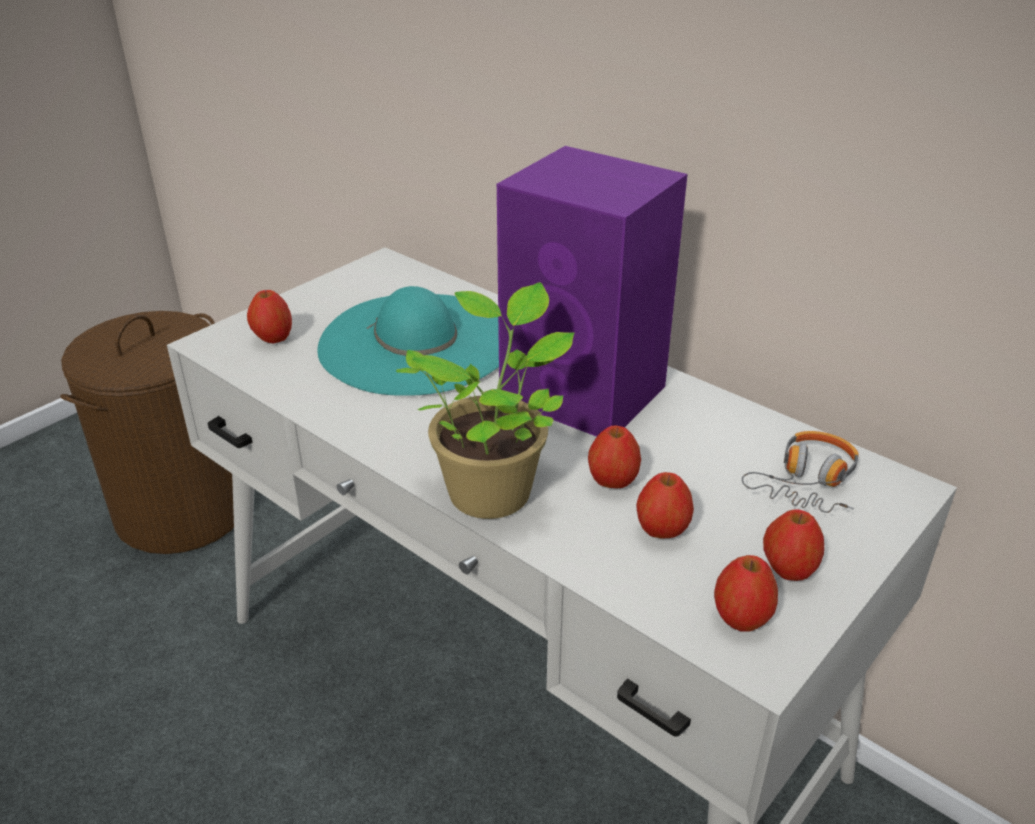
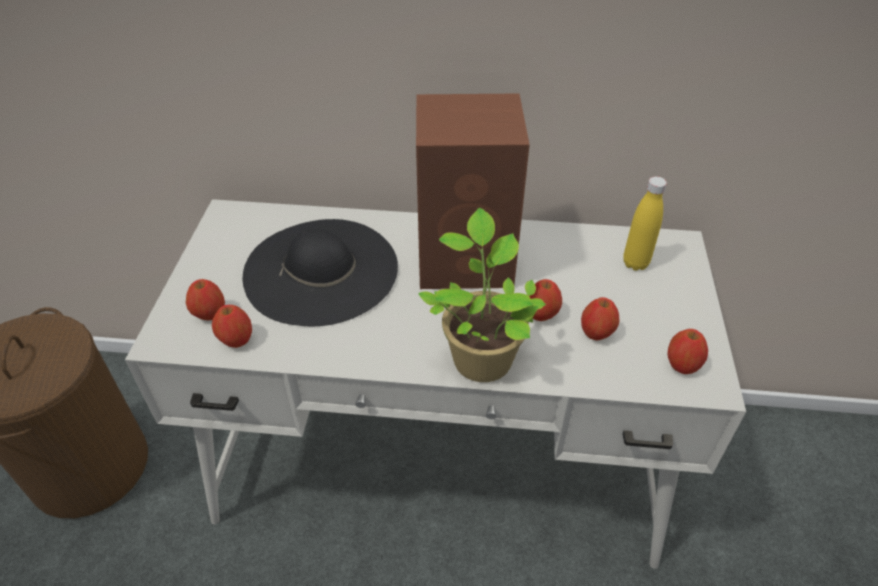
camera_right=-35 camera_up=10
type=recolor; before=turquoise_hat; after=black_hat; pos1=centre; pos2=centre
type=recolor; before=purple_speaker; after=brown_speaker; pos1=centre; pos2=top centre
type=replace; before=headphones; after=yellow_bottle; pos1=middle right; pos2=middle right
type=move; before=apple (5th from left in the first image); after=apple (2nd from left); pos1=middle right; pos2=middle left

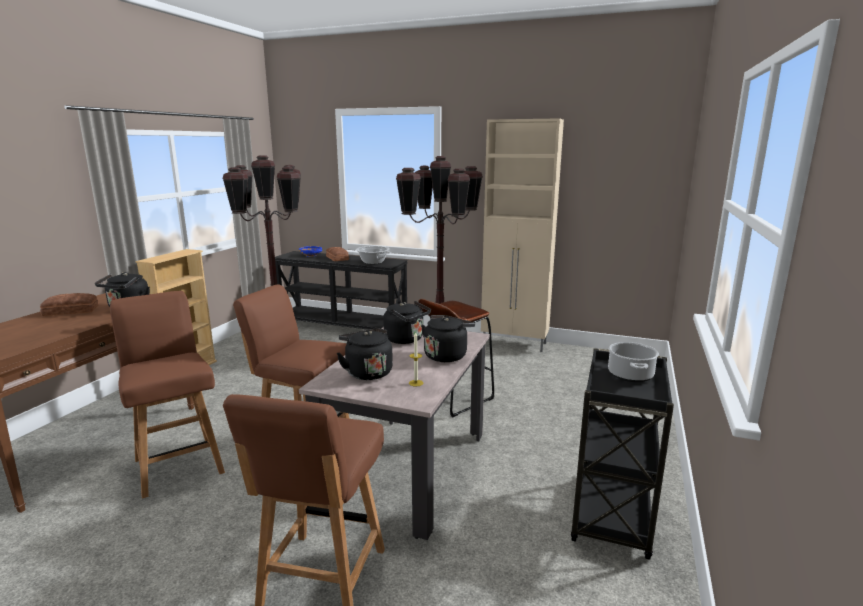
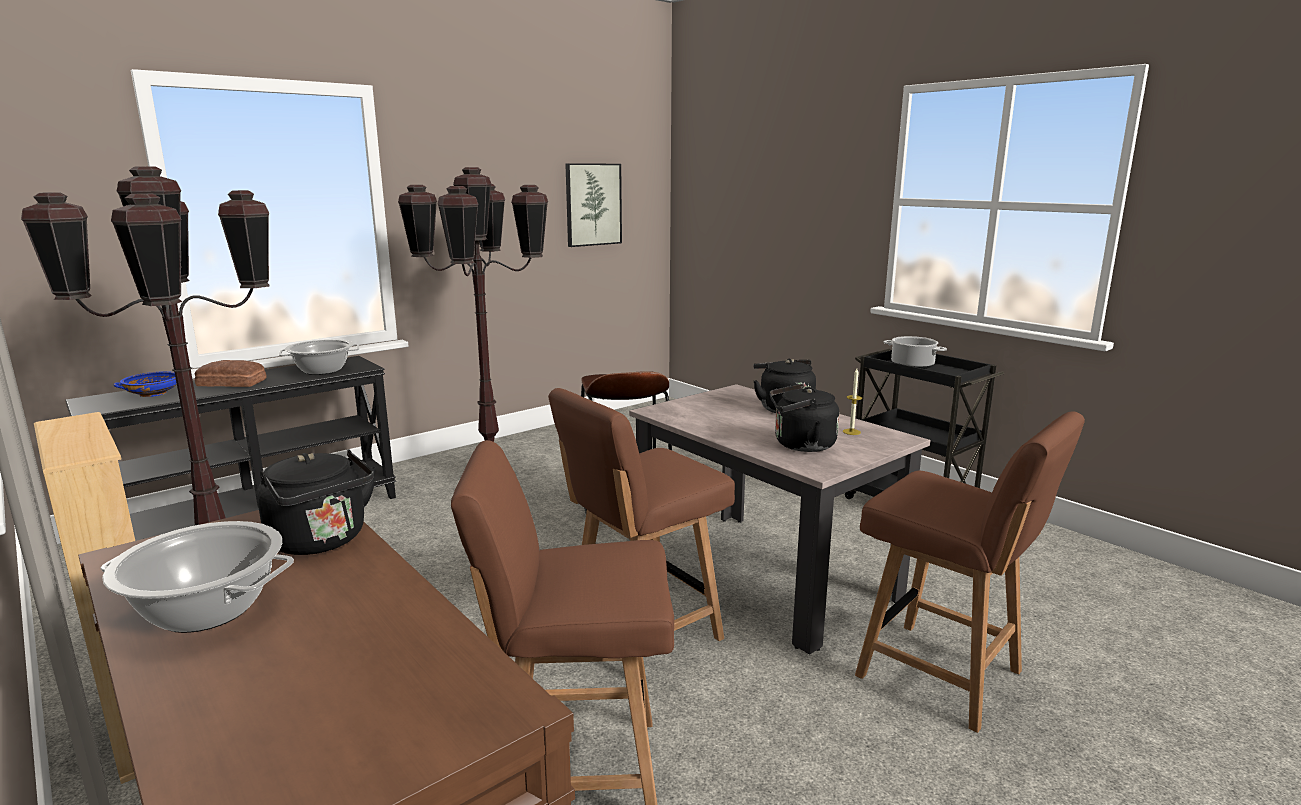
camera_right=-60 camera_up=0
type=replace; before=bread (1st from left); after=cooking_pot (1st from left); pos1=middle left; pos2=bottom left
type=delete; before=black_kettle (3rd from left); pos1=centre
type=delete; before=beige_cabinet; pos1=centre
type=insert; after=picture; pos2=top centre

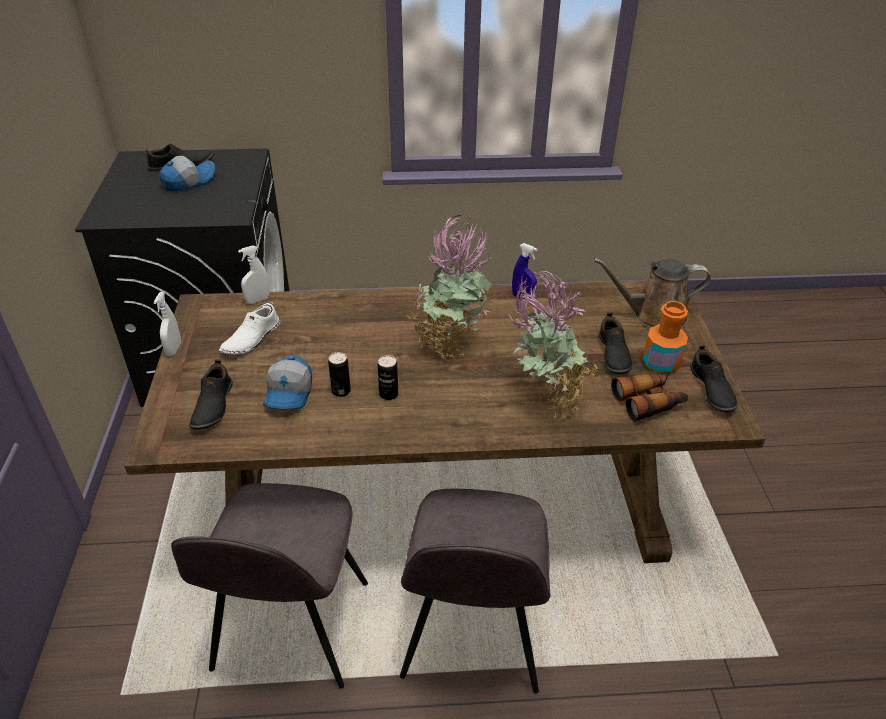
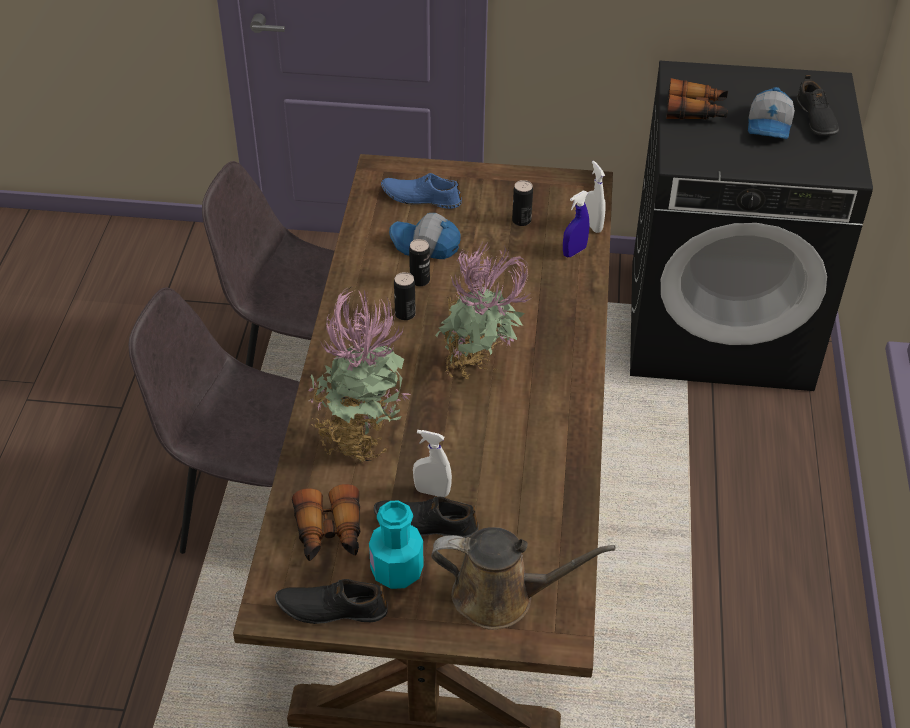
camera_right=100 camera_up=5
type=move; before=white_spray_bottle (1st from left); pos1=middle left; pos2=centre
type=rotate; before=cap (1st from left in the first image); pos1=top left; pos2=top right; turn=45
type=recolor; before=black_shoe (2nd from left); after=blue_shoe; pos1=middle left; pos2=top centre
type=replace; before=white_shoe; after=can (3rd from left); pos1=middle left; pos2=top centre
type=move; before=blue_spray_bottle; pos1=centre; pos2=top centre
type=rotate; before=brown_watering_can; pos1=middle right; pos2=bottom centre; turn=90
type=recolor; before=orange_bottle; after=turquoise_bottle; pos1=middle right; pos2=bottom centre
type=insert; after=binoculars (2nd from left); pos2=top right

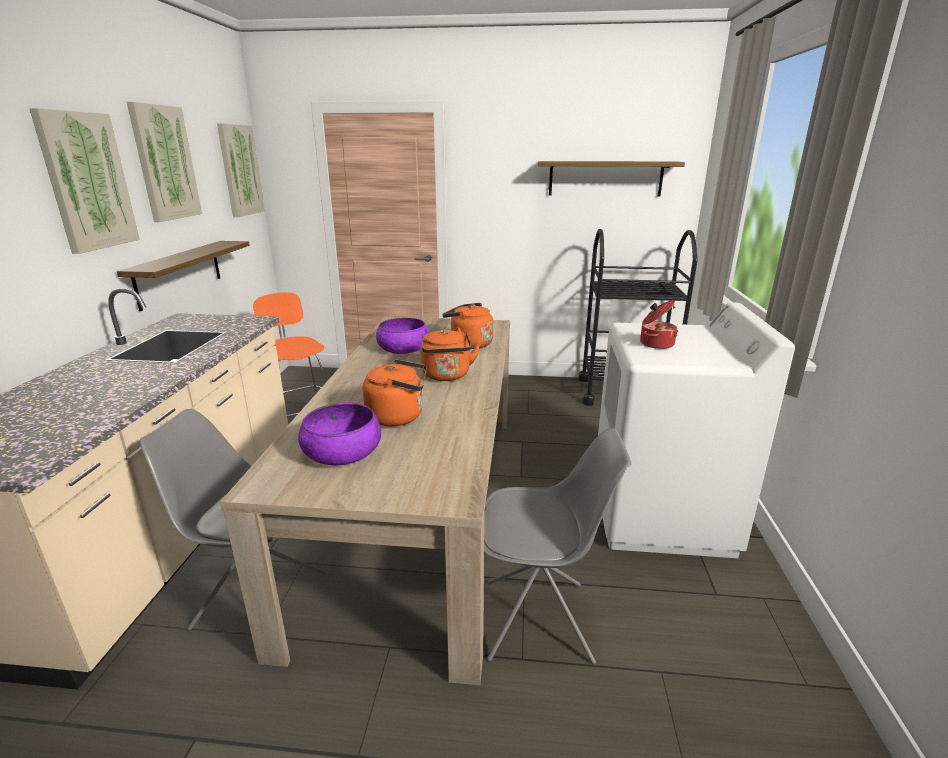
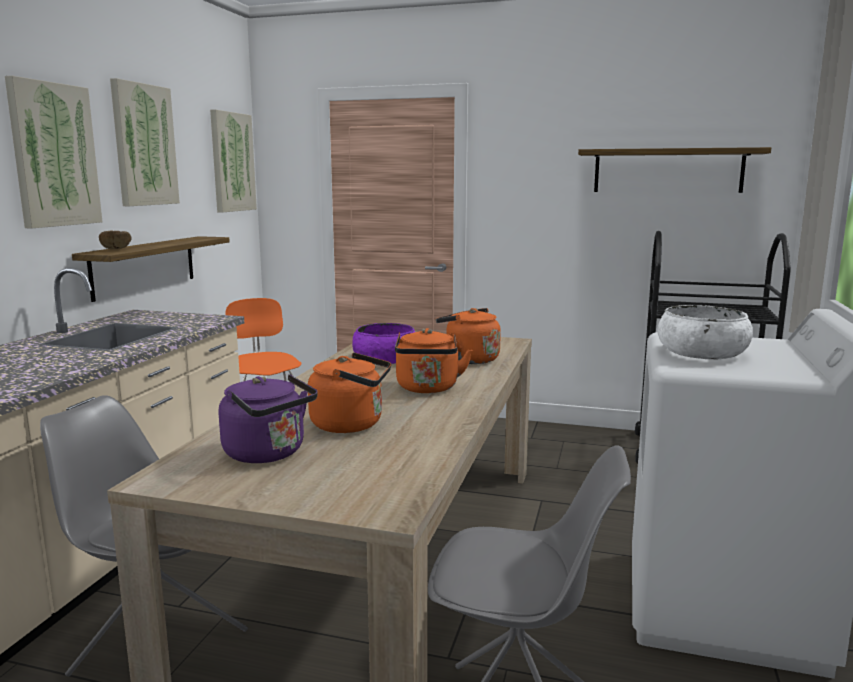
camera_right=10 camera_up=-10
type=replace; before=purple_bowl (1st from left); after=purple_kettle; pos1=centre; pos2=middle left
type=replace; before=cooking_pot; after=white_bowl; pos1=middle right; pos2=middle right
type=insert; after=brown_bowl; pos2=middle left

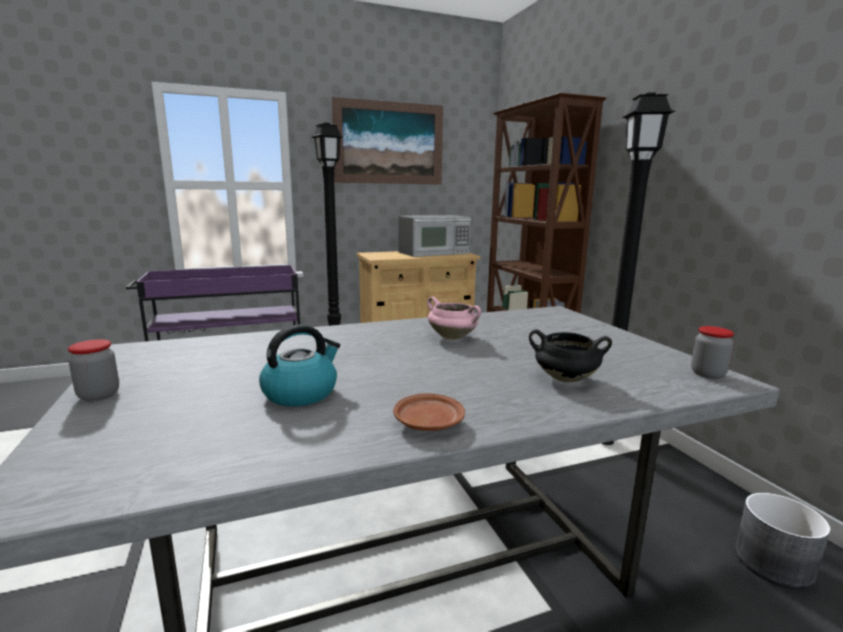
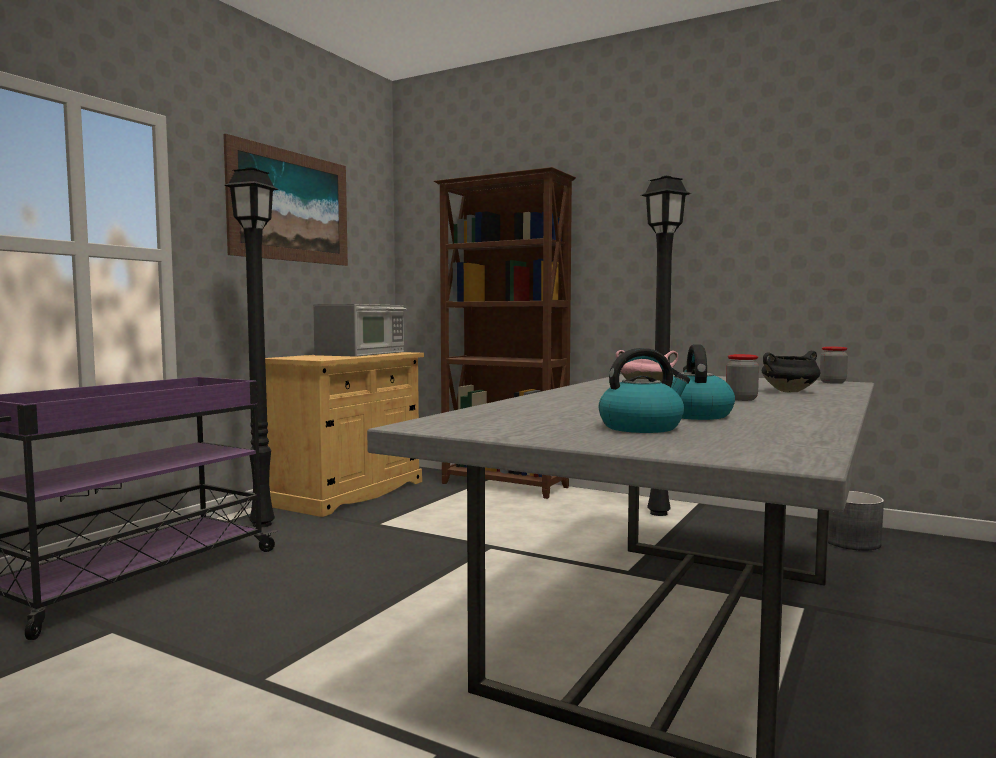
camera_right=-40 camera_up=-10
type=move; before=jar (1st from left); pos1=middle left; pos2=middle right
type=delete; before=brown_plate; pos1=centre
type=insert; after=kettle (1st from left); pos2=centre

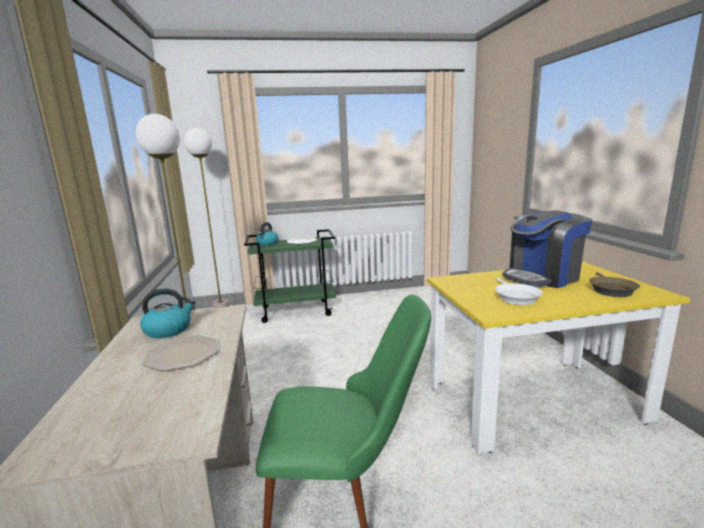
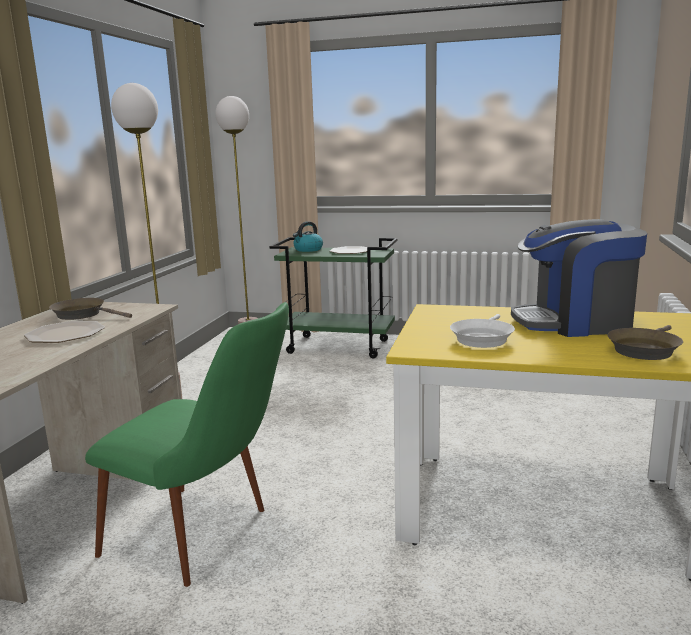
camera_right=25 camera_up=0
type=replace; before=kettle (1st from left); after=brown_frying_pan (1st from left); pos1=middle left; pos2=middle left

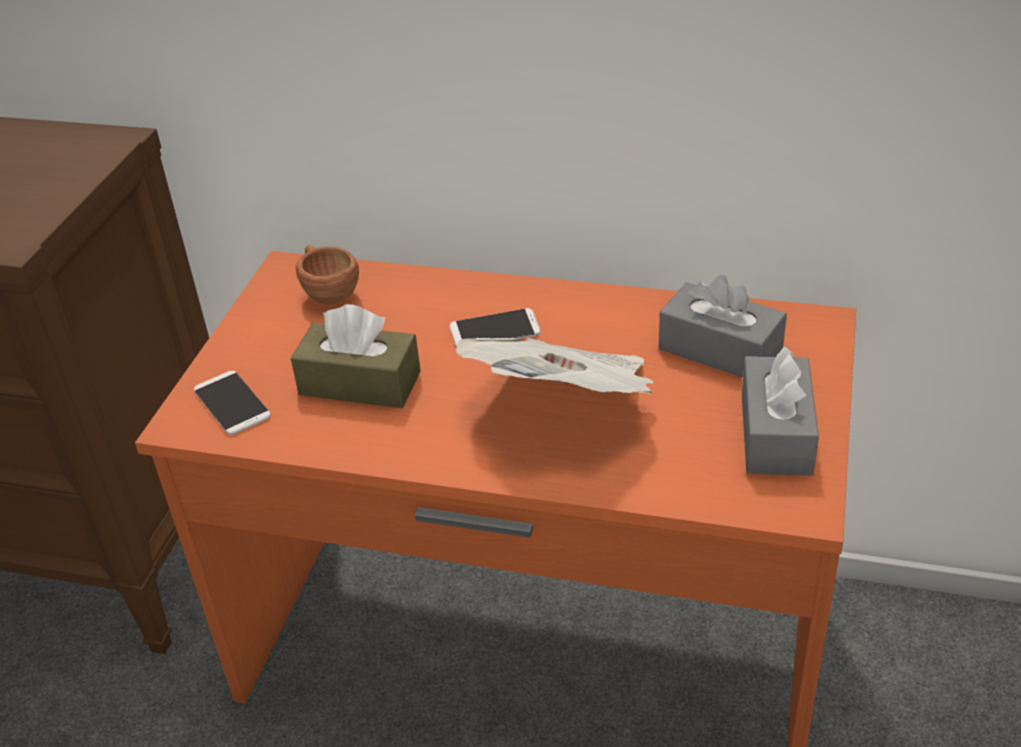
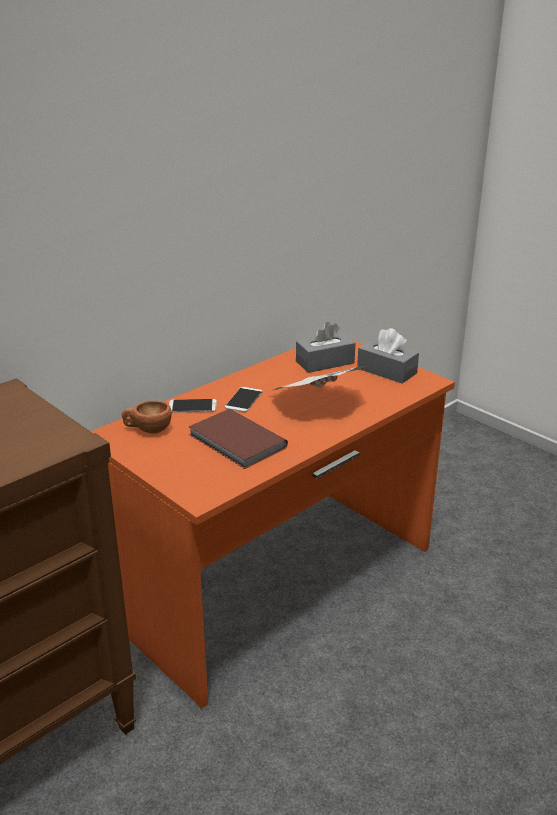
camera_right=-60 camera_up=-10
type=move; before=phone (1st from left); pos1=middle left; pos2=centre
type=replace; before=brown_tissue_box; after=brown_book; pos1=centre; pos2=centre

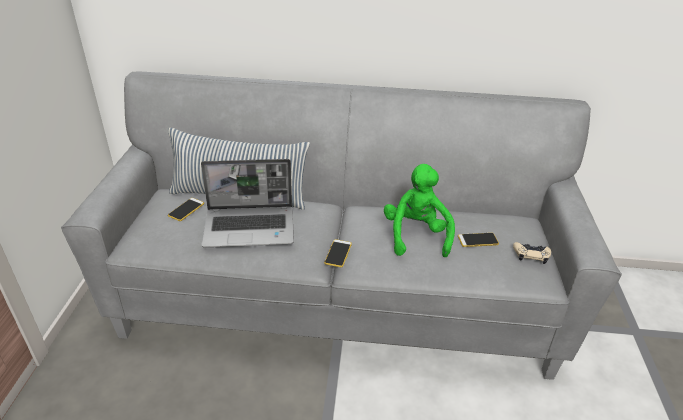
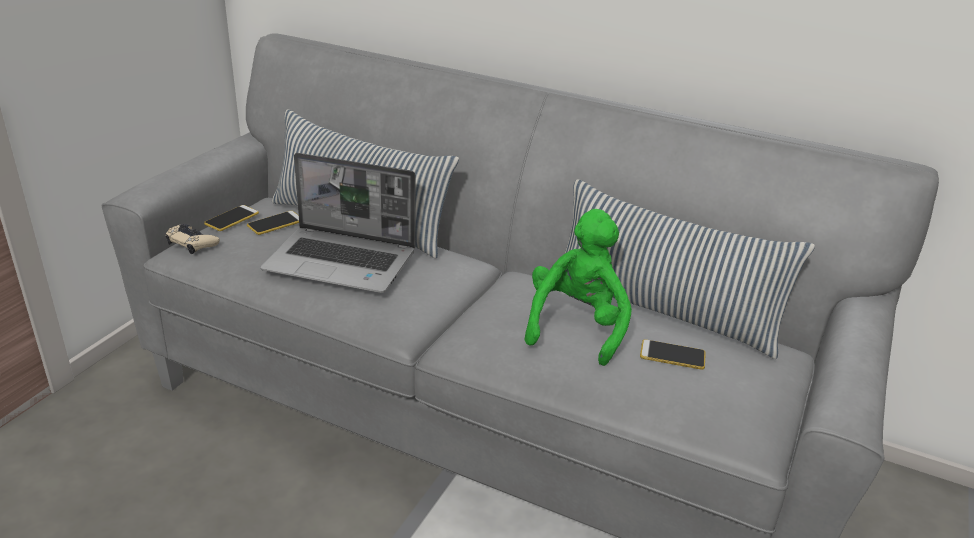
camera_right=20 camera_up=-5
type=move; before=phone (2nd from left in the first image); after=phone (1st from left); pos1=centre; pos2=middle left
type=move; before=beige_game_controller; pos1=middle right; pos2=middle left
type=insert; after=pillow (2nd from left); pos2=middle right

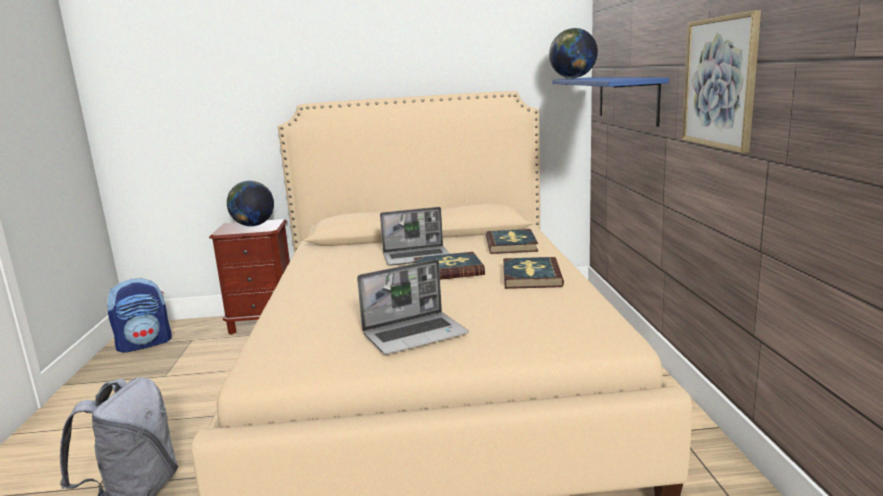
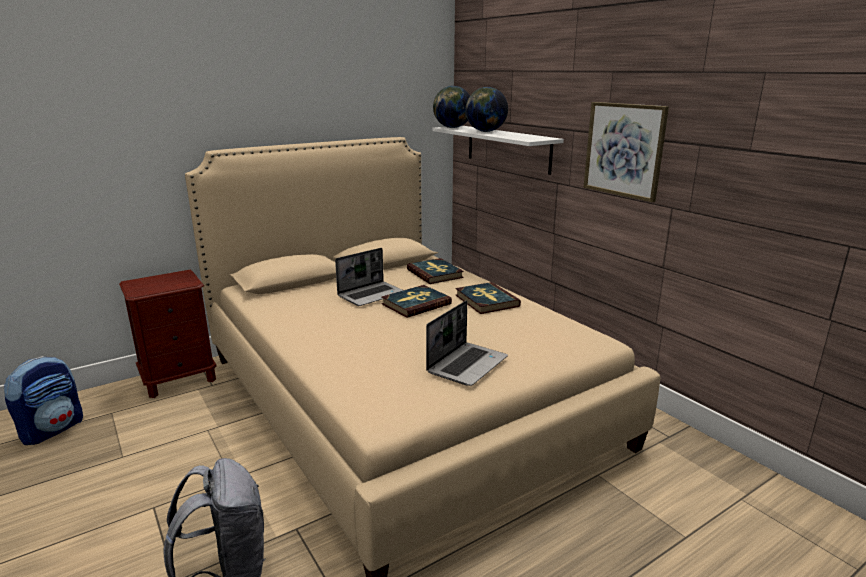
camera_right=-30 camera_up=5
type=move; before=globe (1st from left in the first image); after=globe (2nd from left); pos1=middle left; pos2=top centre
type=recolor; before=blue_shelf; after=white_shelf; pos1=top right; pos2=top centre

